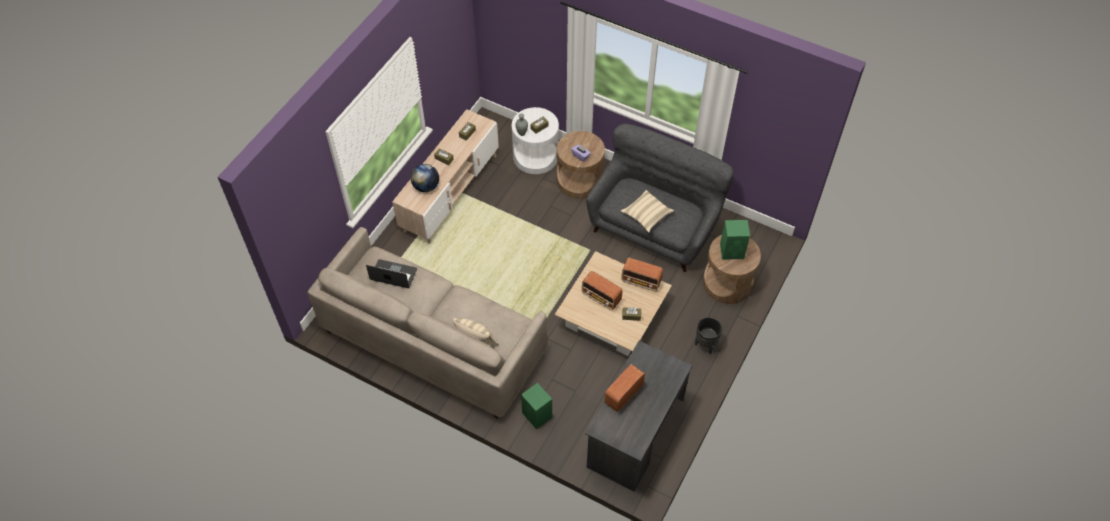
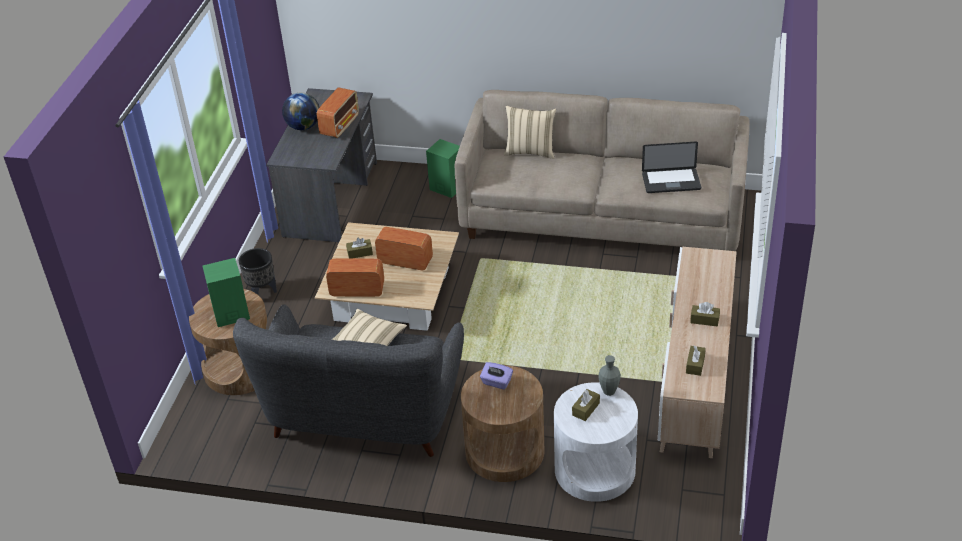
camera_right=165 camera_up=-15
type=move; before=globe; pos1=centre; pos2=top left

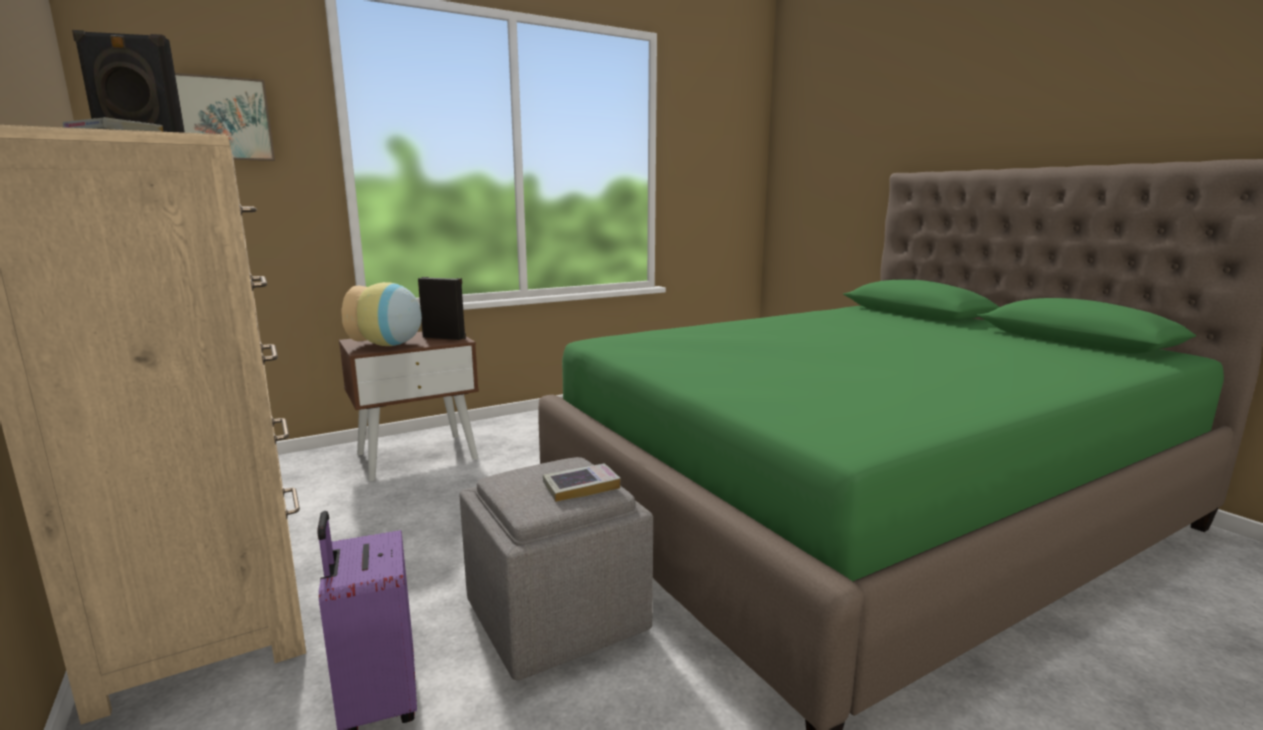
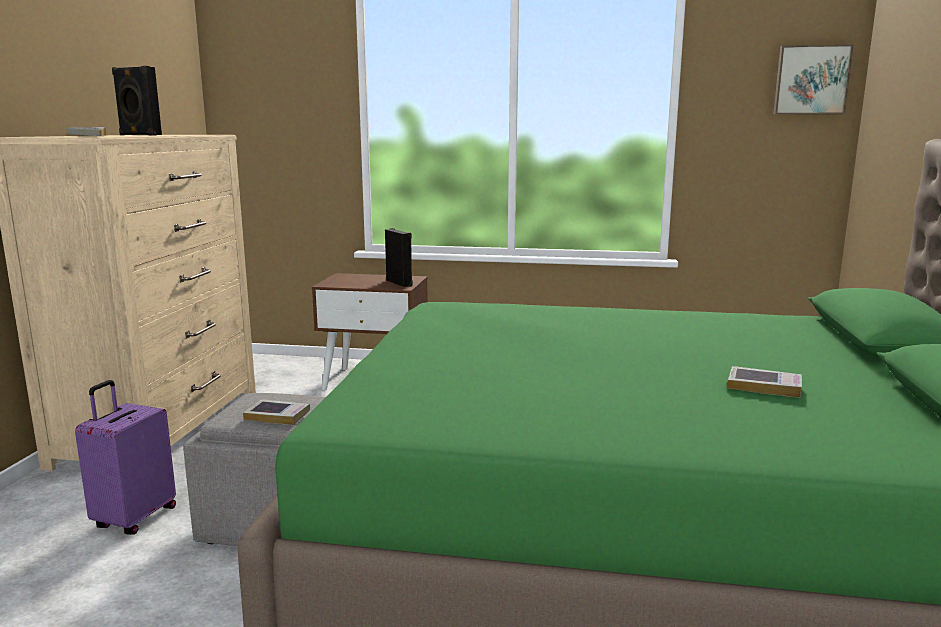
camera_right=40 camera_up=0
type=move; before=picture; pos1=top left; pos2=top right
type=delete; before=vase; pos1=middle left
type=insert; after=book (3rd from left); pos2=middle right

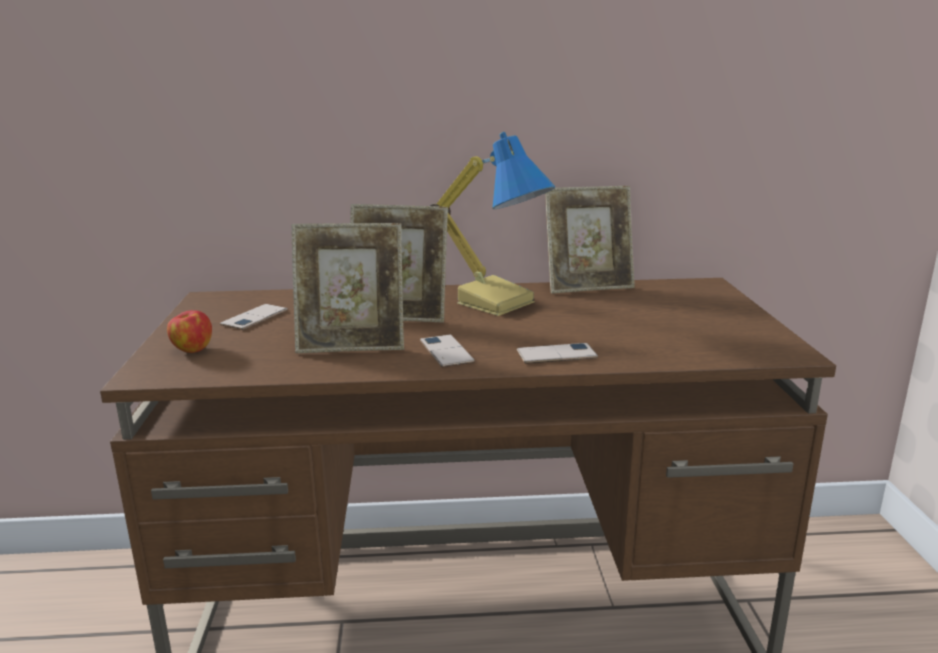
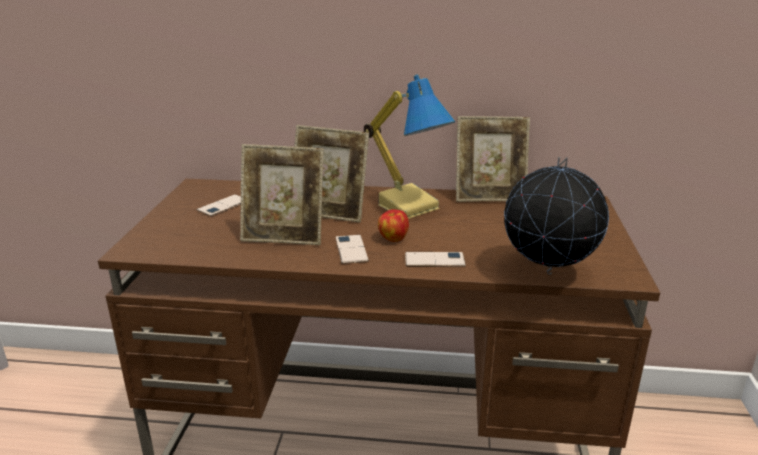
camera_right=10 camera_up=5
type=move; before=apple; pos1=middle left; pos2=centre
type=insert; after=globe; pos2=middle right

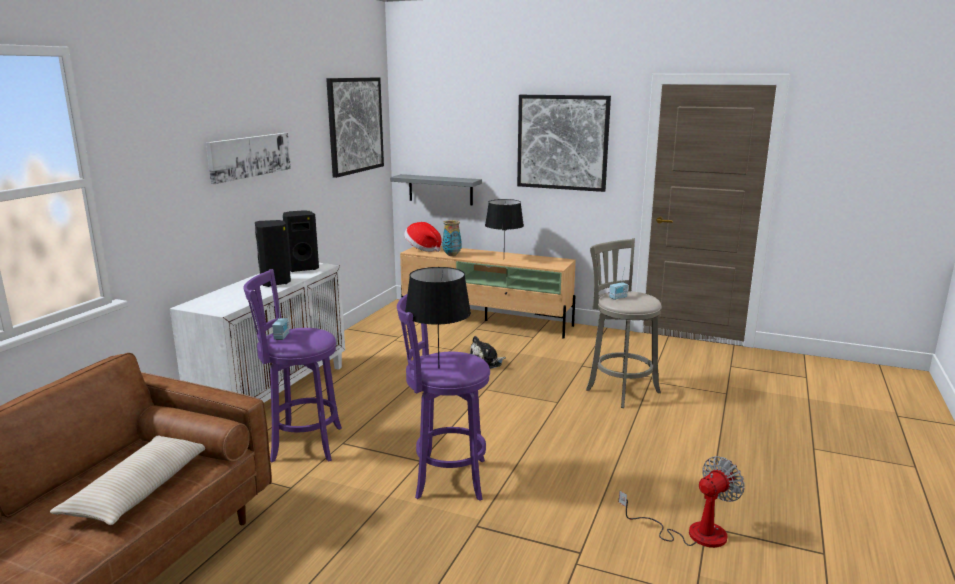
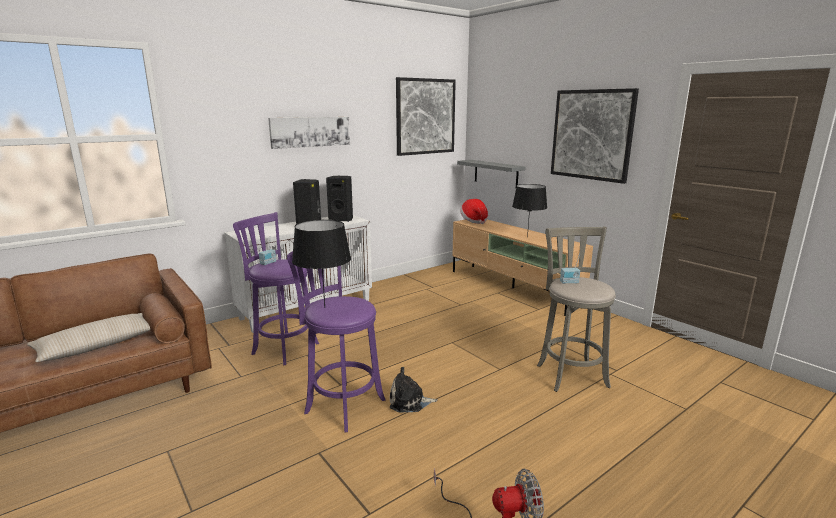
camera_right=30 camera_up=0
type=delete; before=vase; pos1=centre
type=move; before=plush_toy; pos1=centre; pos2=bottom centre

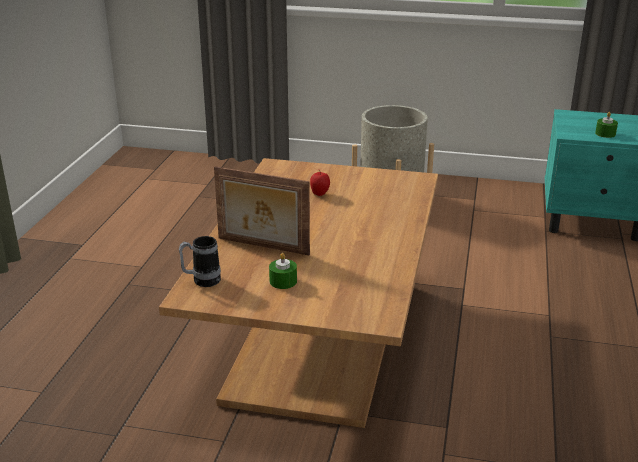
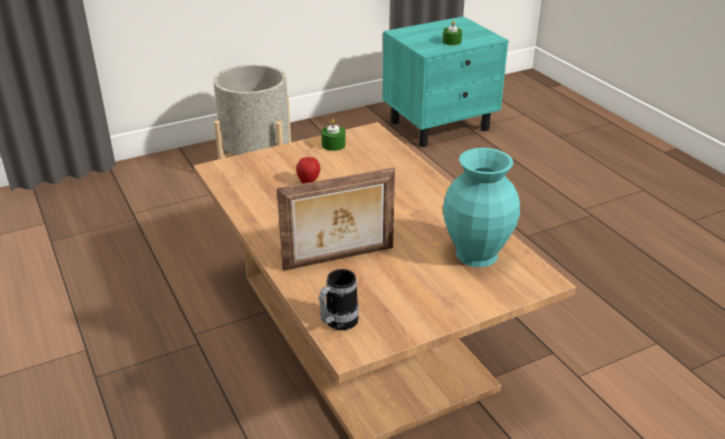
camera_right=-40 camera_up=5
type=move; before=green_candle (1st from left); pos1=centre; pos2=top centre
type=insert; after=turquoise_vase; pos2=centre

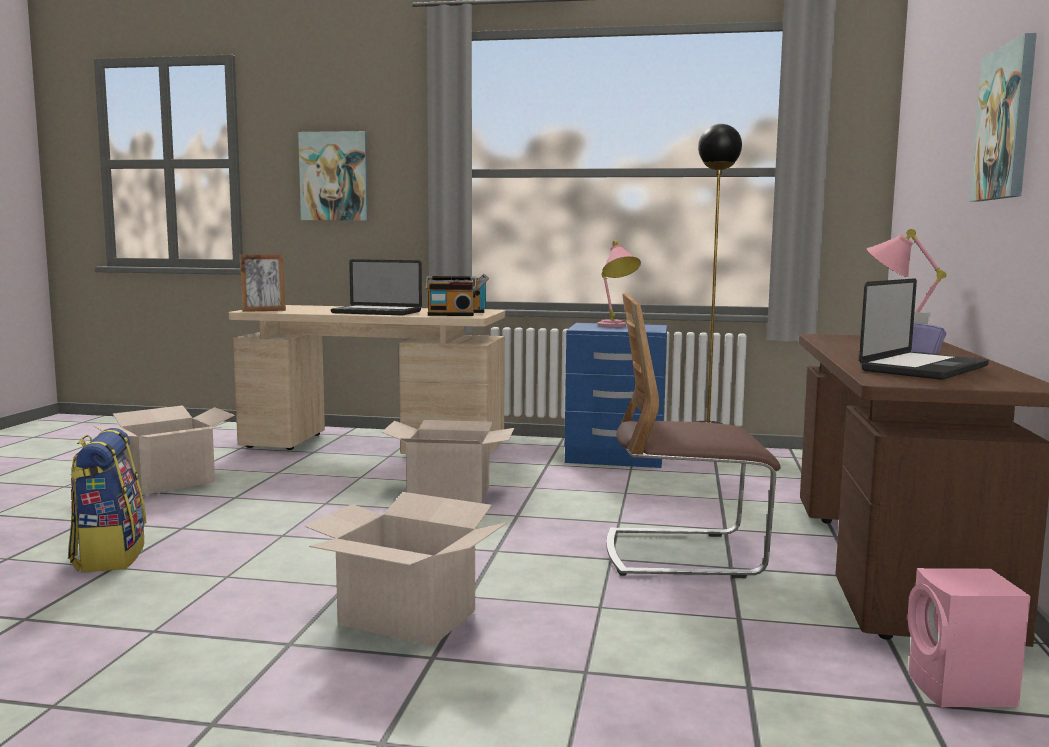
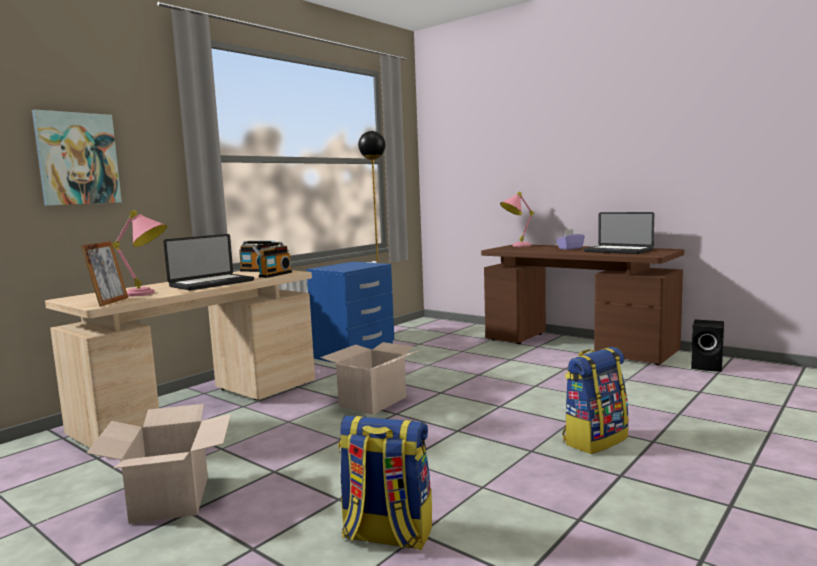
camera_right=-60 camera_up=0
type=replace; before=cardboard_box (2nd from left); after=backpack (2nd from left); pos1=bottom centre; pos2=bottom right
type=move; before=pink_table_lamp (1st from left); pos1=centre; pos2=middle left
type=delete; before=chair; pos1=centre
type=rotate; before=laptop (2nd from left); pos1=middle right; pos2=middle right; turn=150
type=recolor; before=pink_speaker; after=black_speaker; pos1=bottom right; pos2=middle right
type=delete; before=picture (2nd from left); pos1=top right

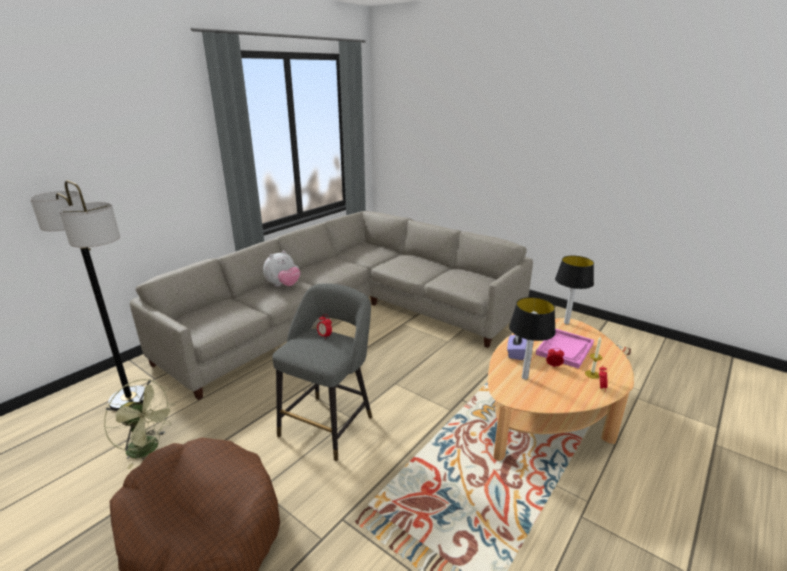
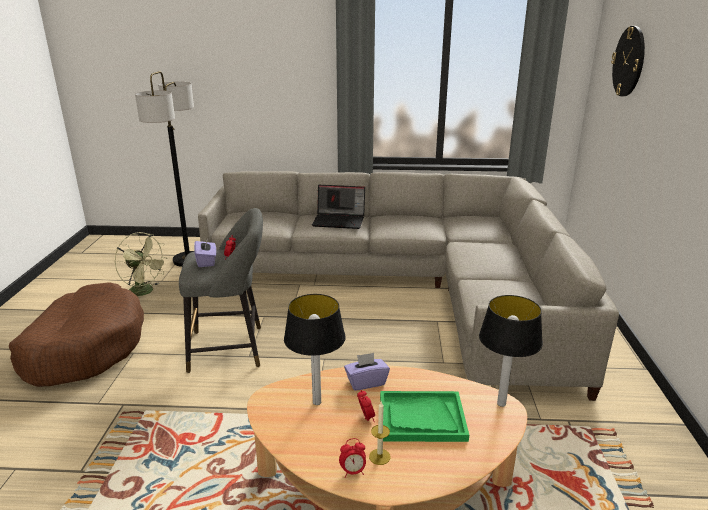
camera_right=55 camera_up=0
type=rotate; before=green_fan; pos1=bottom left; pos2=middle left; turn=-45
type=replace; before=plush_toy; after=laptop; pos1=centre; pos2=centre
type=recolor; before=pink_tray; after=green_tray; pos1=middle right; pos2=bottom centre
type=insert; after=purple_tissue_box (1st from left); pos2=middle left
type=insert; after=wall_clock; pos2=top right

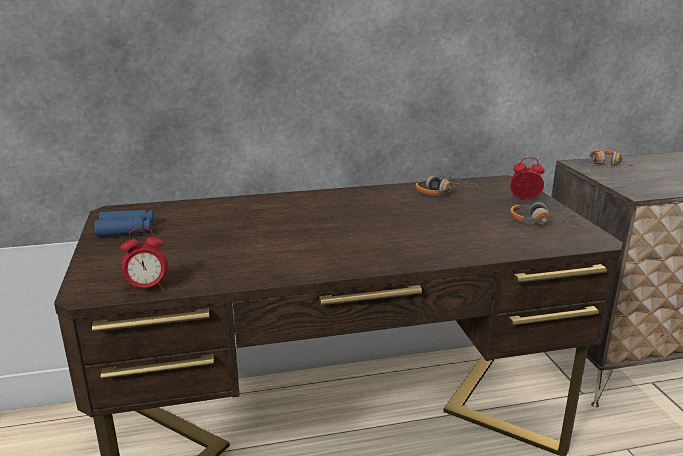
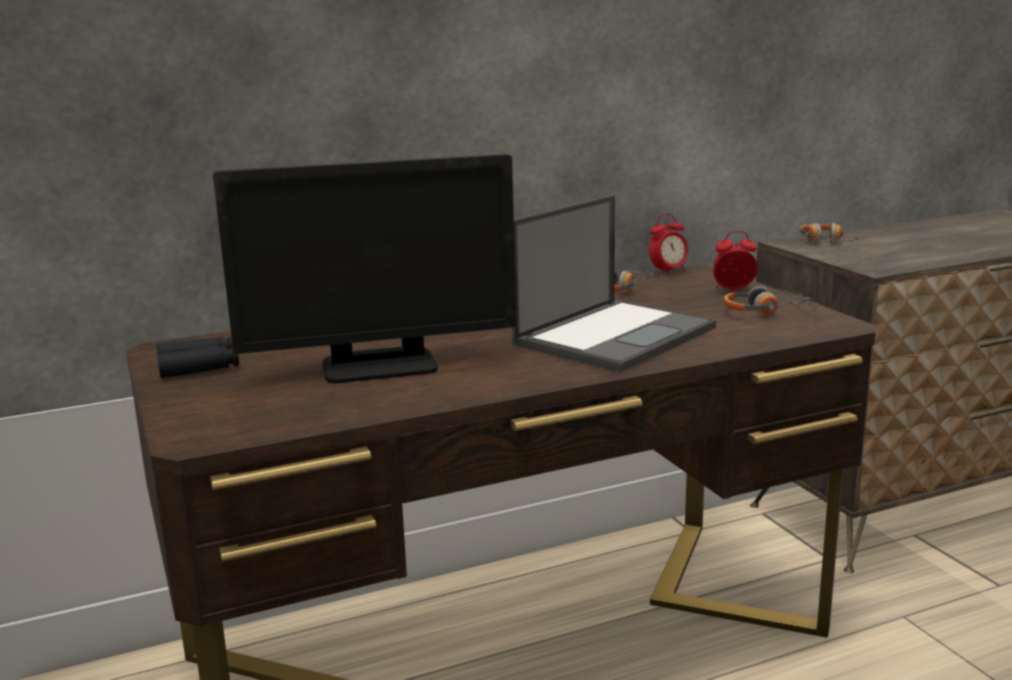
camera_right=-10 camera_up=-5
type=recolor; before=blue_binoculars; after=black_binoculars; pos1=middle left; pos2=middle left
type=move; before=alarm_clock (1st from left); pos1=middle left; pos2=centre
type=insert; after=monitor; pos2=centre
type=insert; after=laptop; pos2=centre

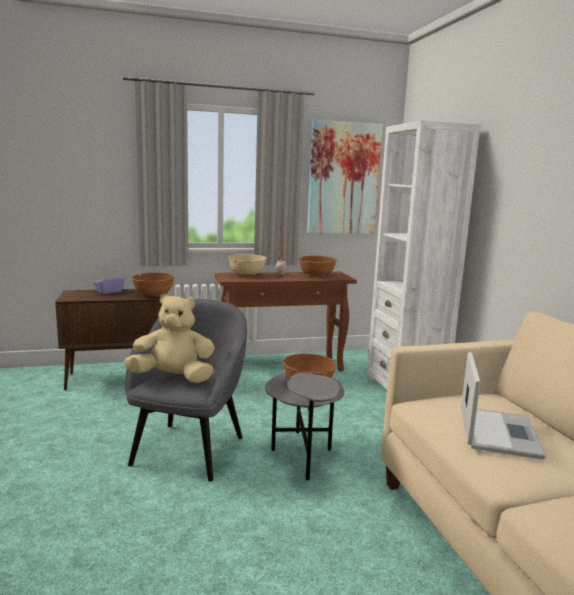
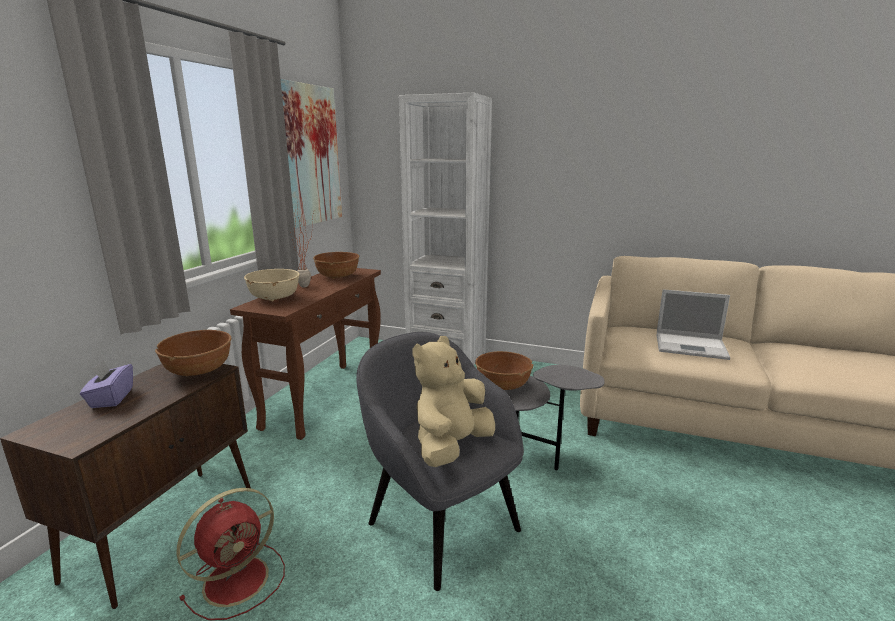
camera_right=-55 camera_up=5
type=rotate; before=laptop; pos1=bottom right; pos2=middle right; turn=150
type=insert; after=red_fan; pos2=bottom left

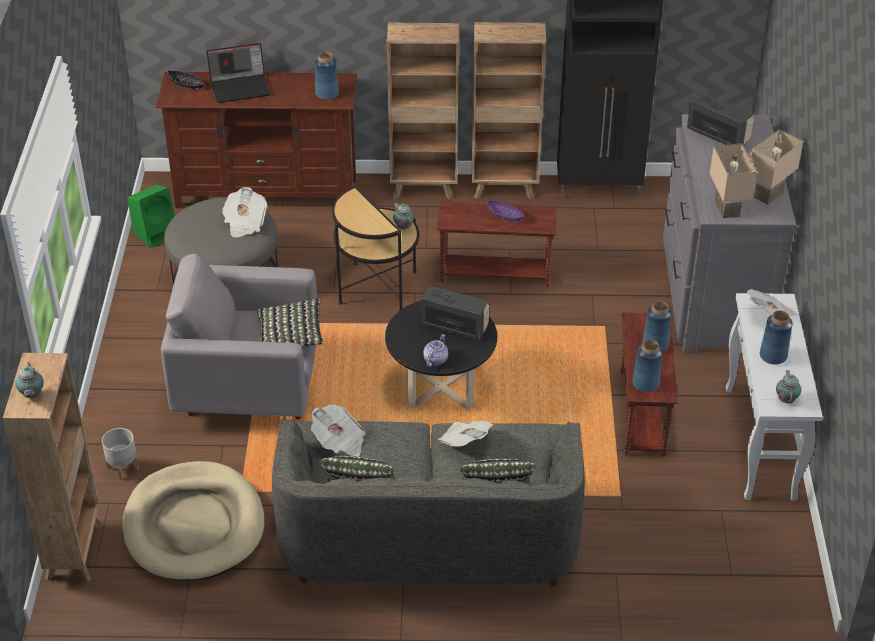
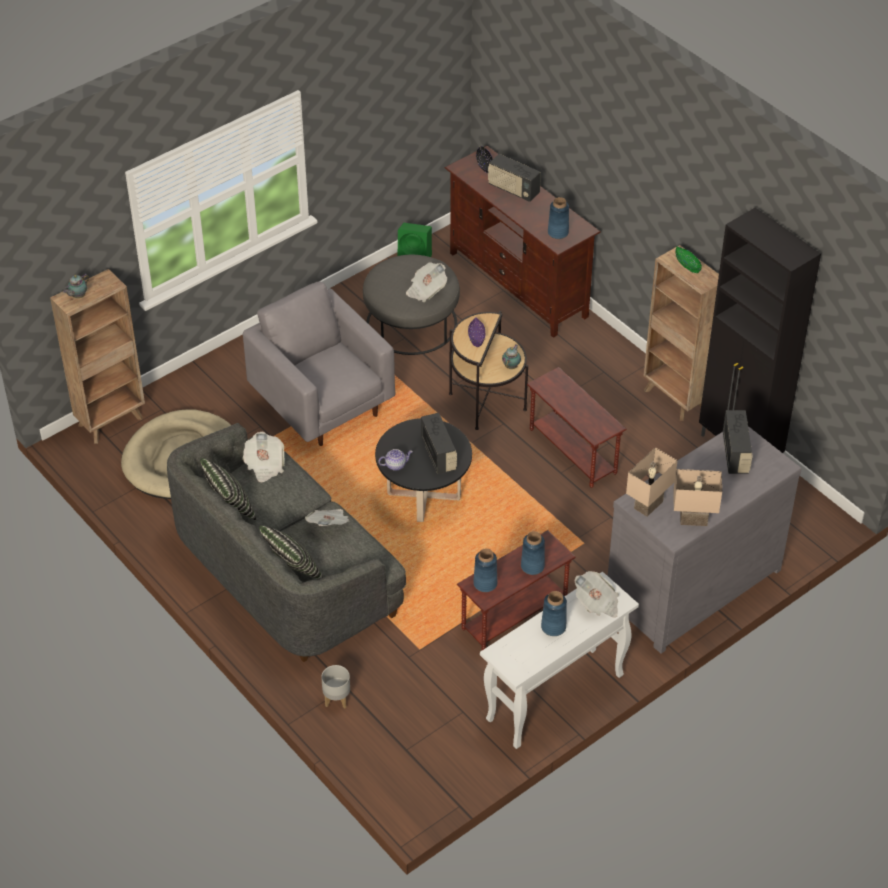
camera_right=50 camera_up=5
type=move; before=grey_planter; pos1=bottom left; pos2=bottom centre
type=replace; before=laptop; after=radio (2nd from left); pos1=top left; pos2=top centre
type=delete; before=pillow (1st from left); pos1=middle left
type=delete; before=brown_bookcase (2nd from left); pos1=top centre
type=move; before=purple_bowl; pos1=top centre; pos2=centre
type=delete; before=teapot (4th from left); pos1=middle right
type=insert; after=green_bowl; pos2=top right

